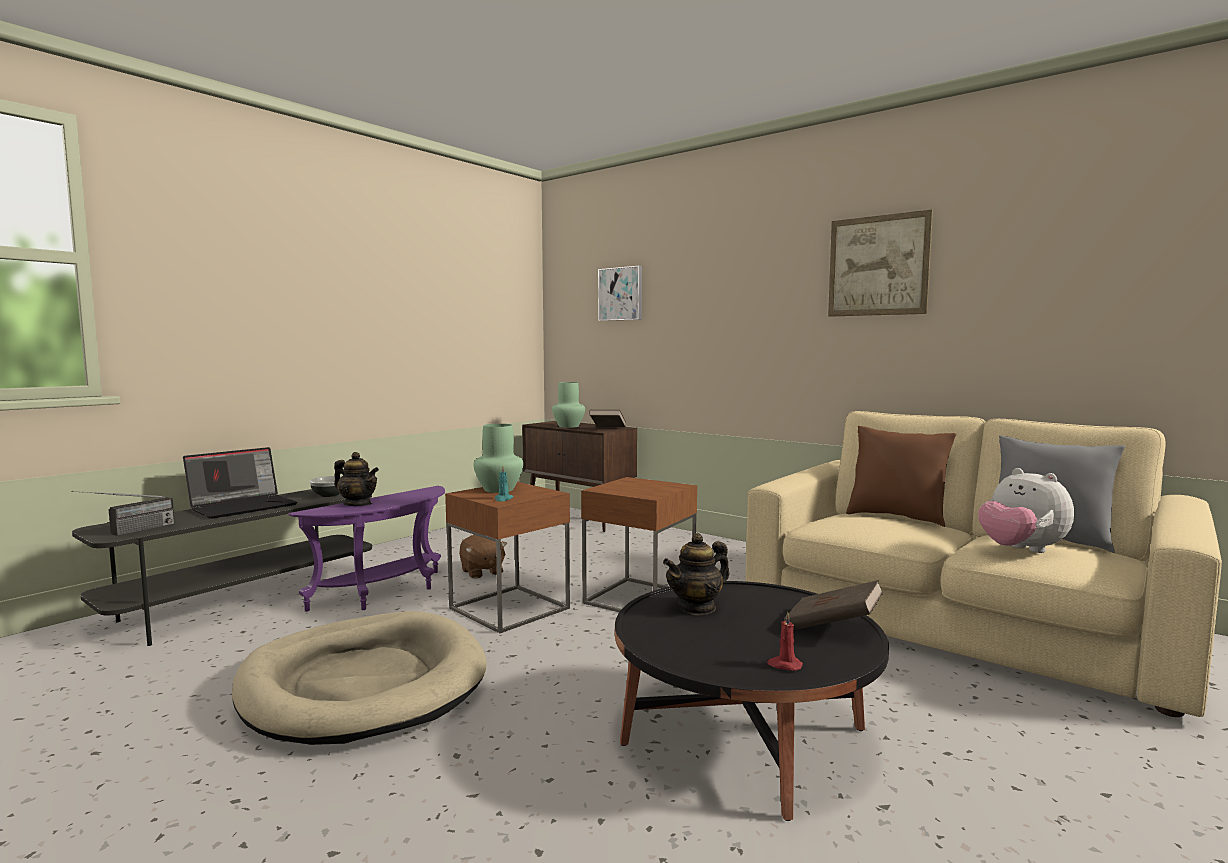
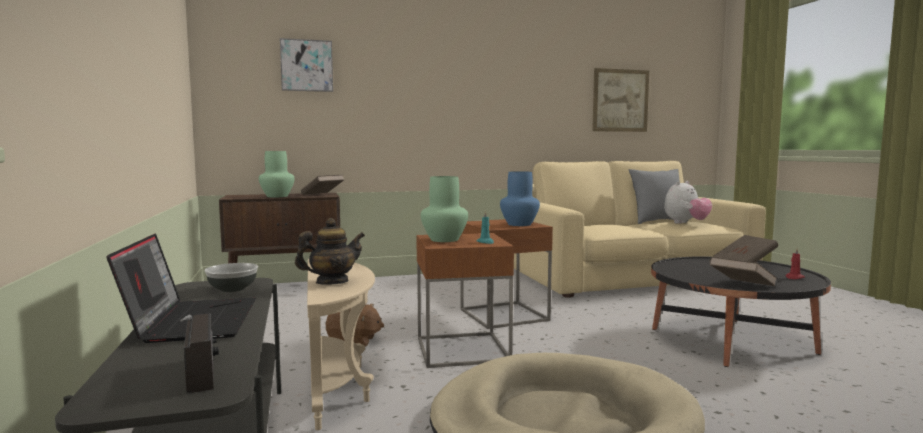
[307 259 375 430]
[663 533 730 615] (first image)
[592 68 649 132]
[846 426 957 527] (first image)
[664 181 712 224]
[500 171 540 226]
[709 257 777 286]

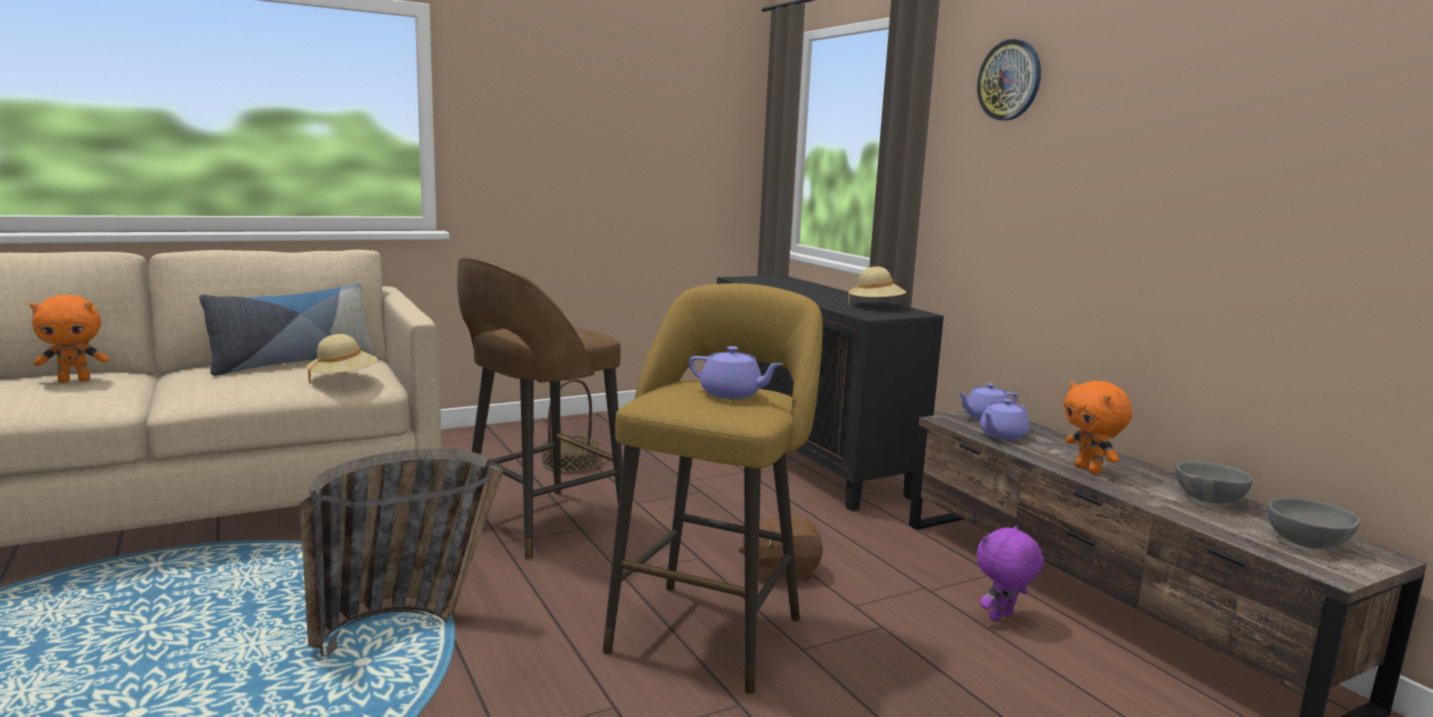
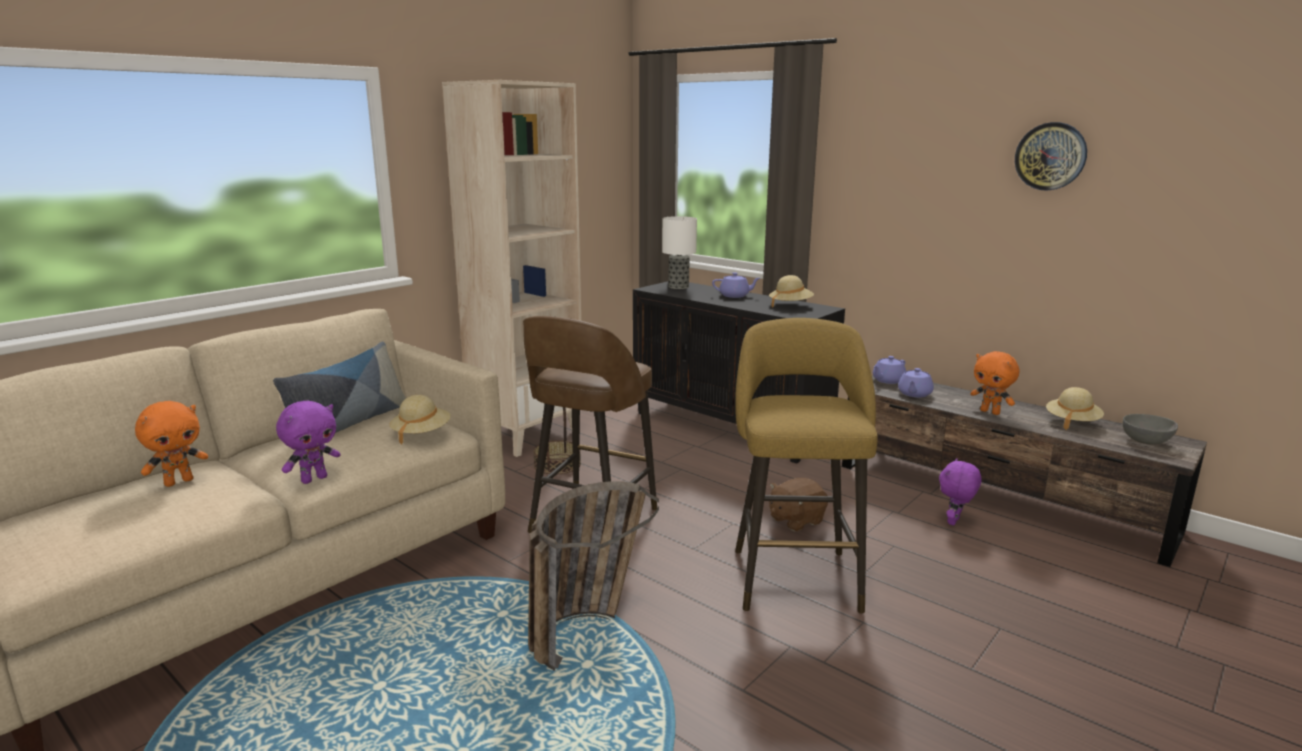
[712 272 760 298]
[1015 122 1087 191]
[1046 387 1104 430]
[276 400 340 484]
[442 80 581 457]
[662 216 697 289]

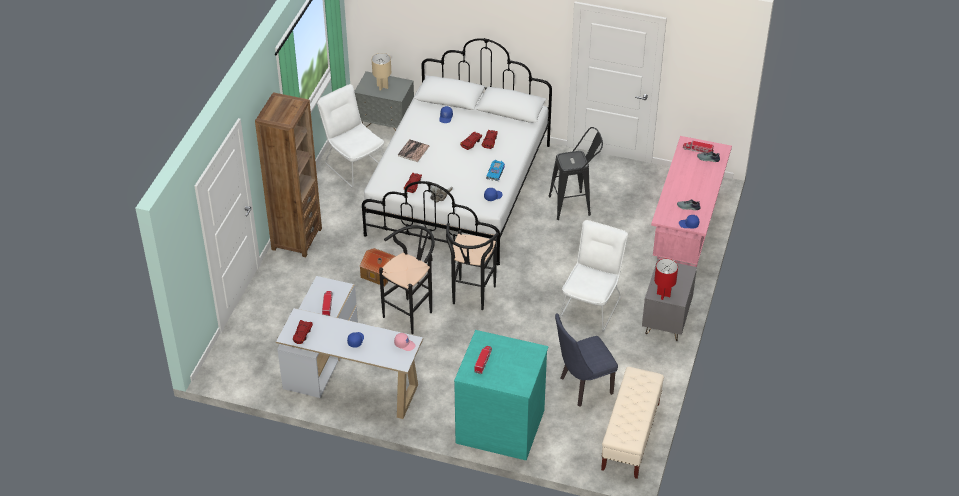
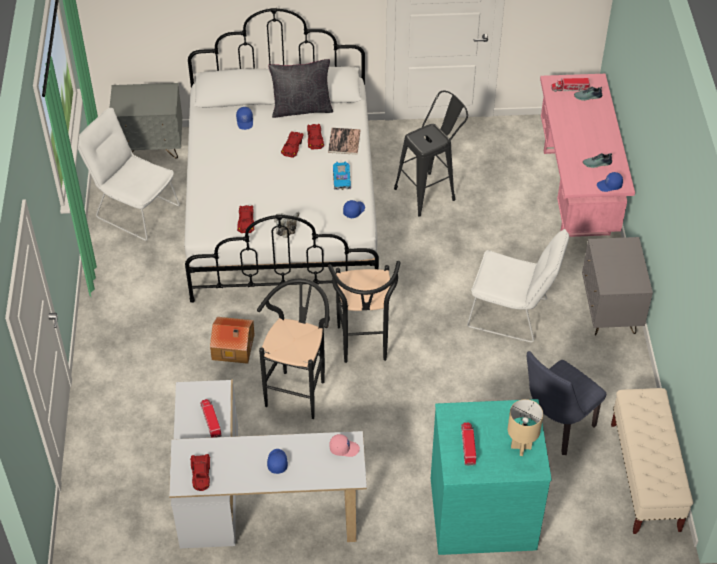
[255 92 322 257] (first image)
[508 399 543 456]
[328 128 361 155]
[467 229 569 343]
[654 259 678 300] (first image)
[268 59 333 118]

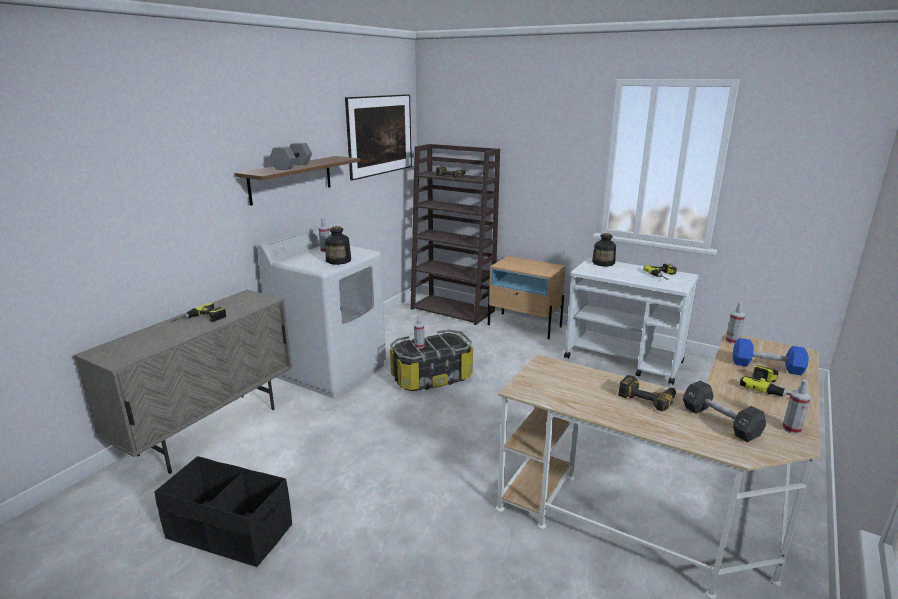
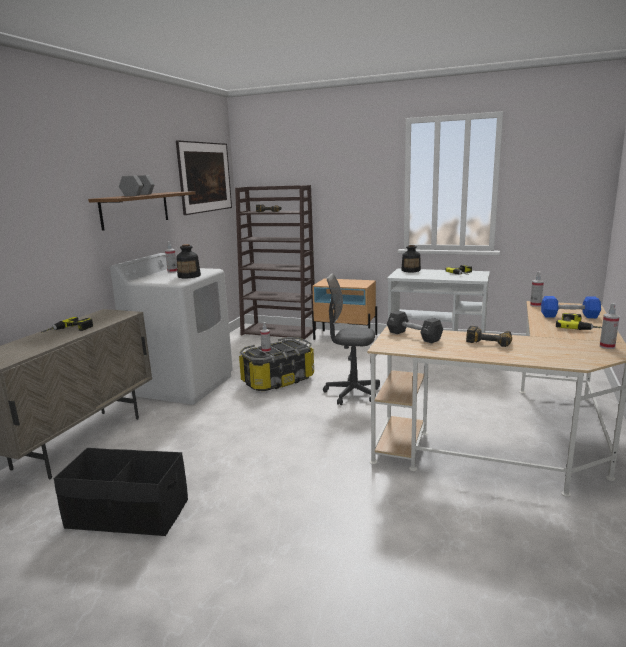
[387 311 443 343]
[323 274 380 405]

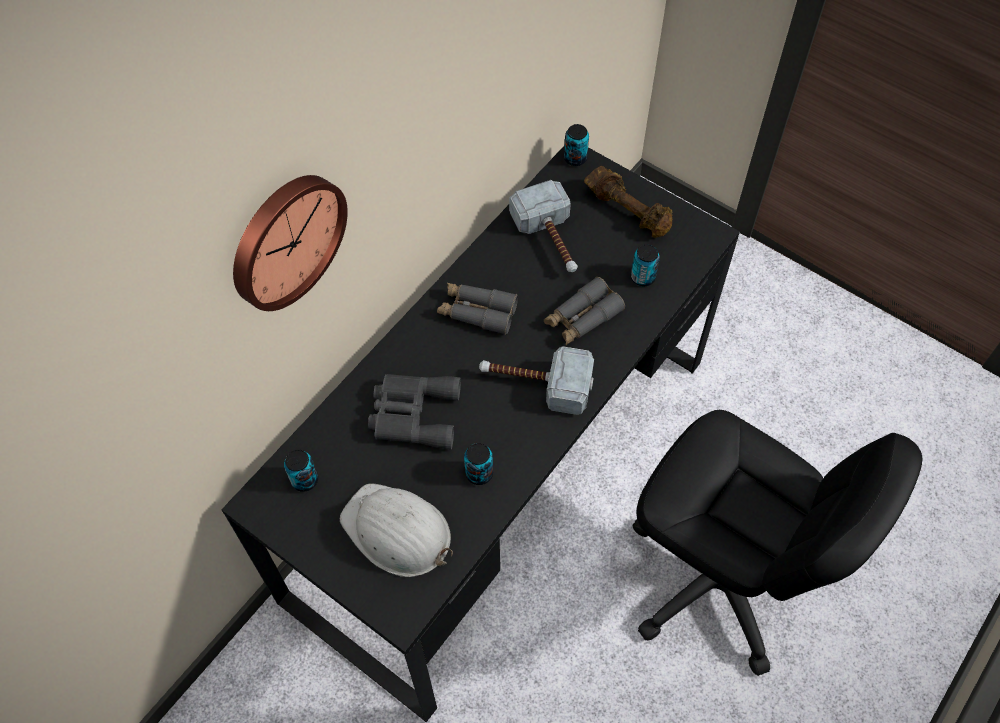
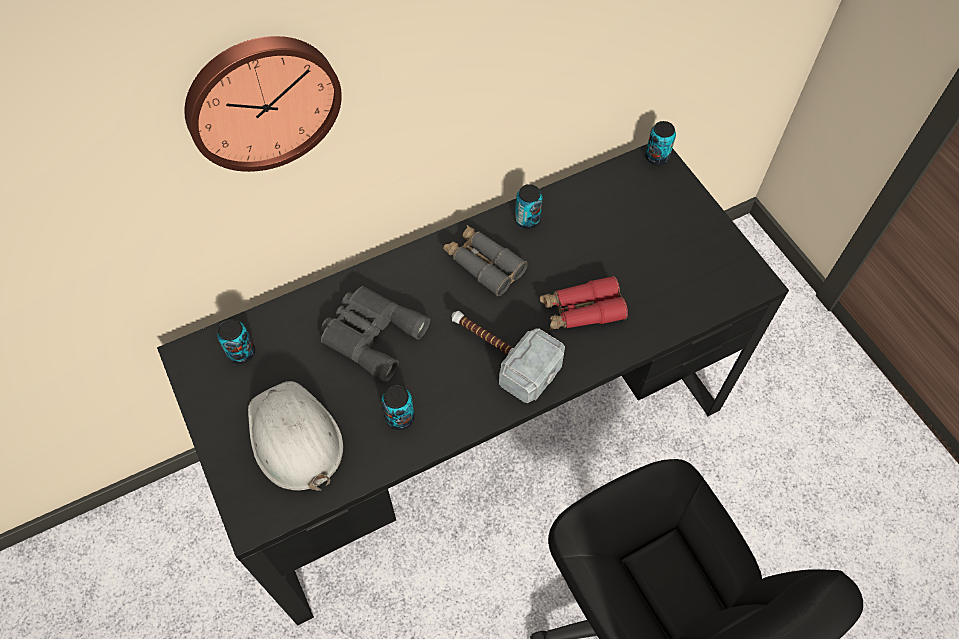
[509 180 578 272] (first image)
[540 276 628 330]
[584 166 673 238] (first image)
[515 184 543 229]

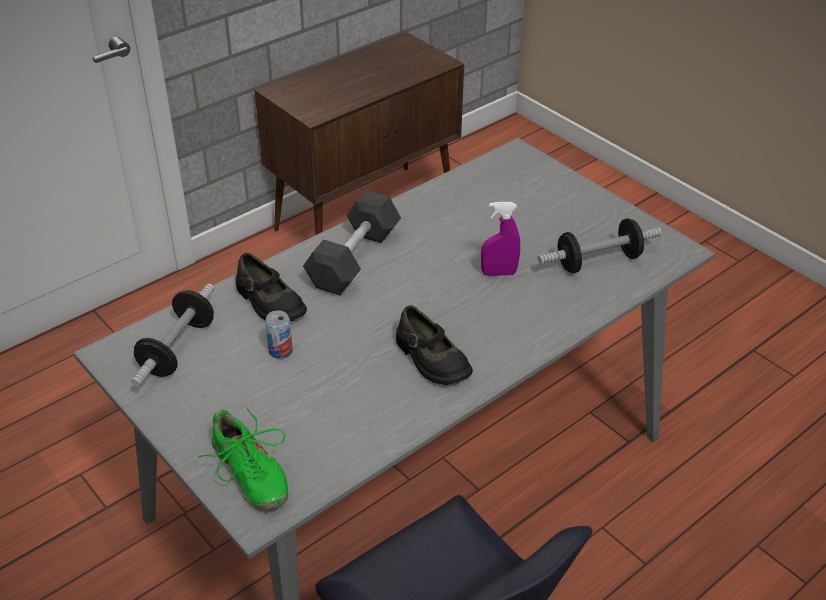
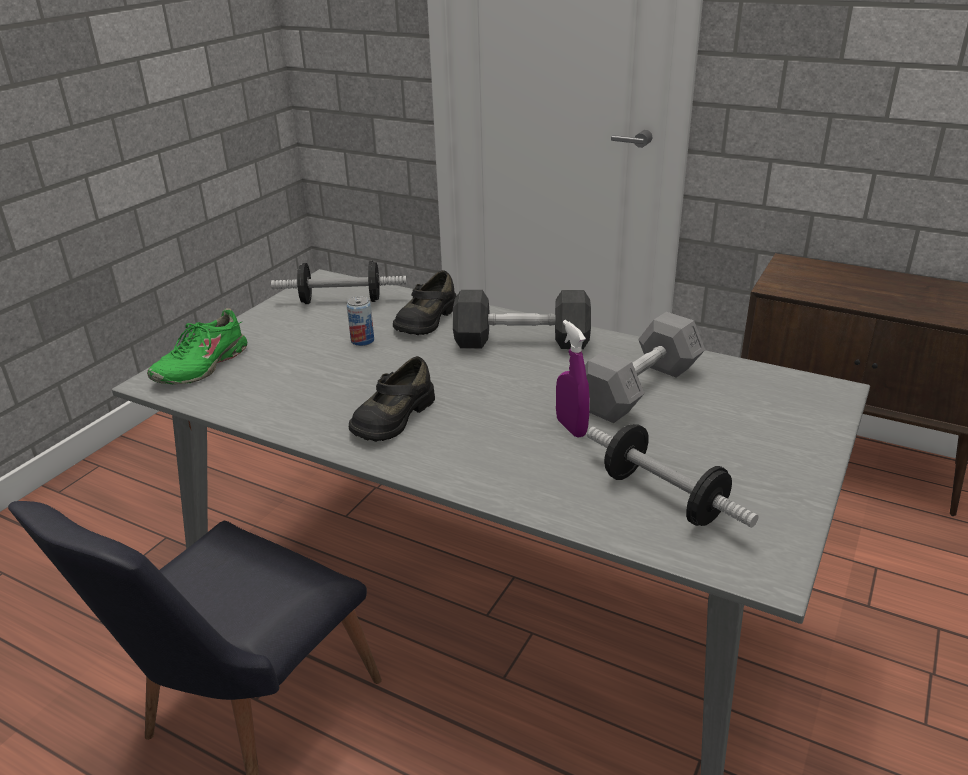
[585 312 705 423]

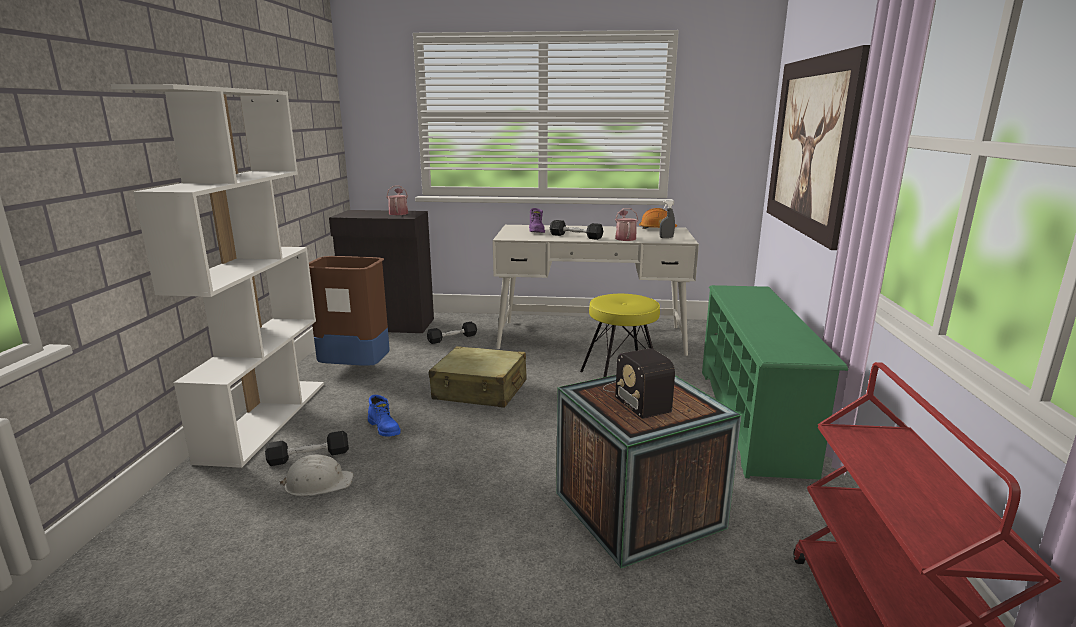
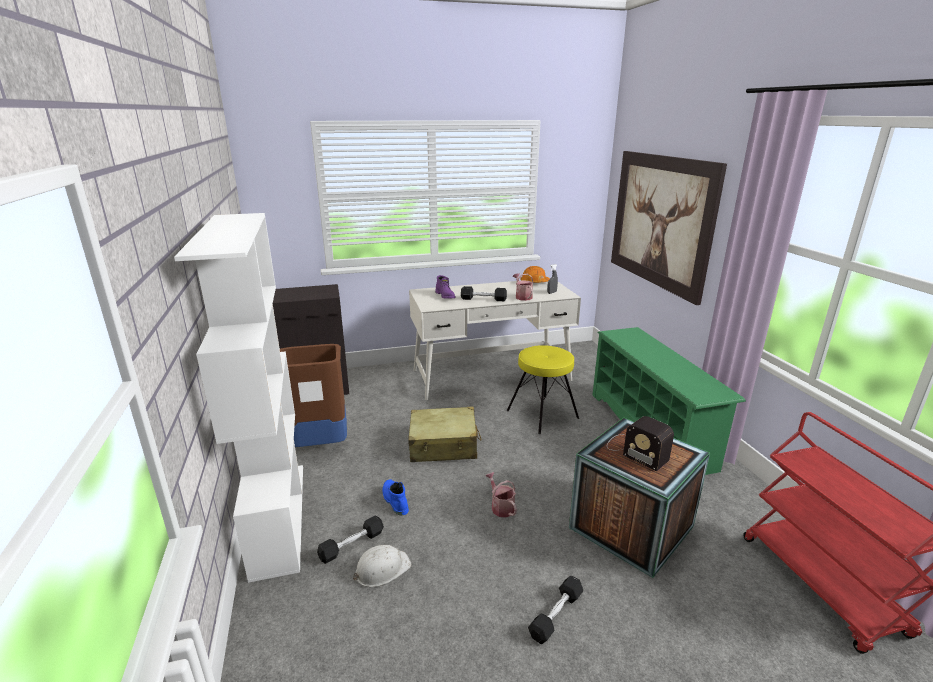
[382 479 409 515]
[485 472 517 518]
[528 576 583 644]

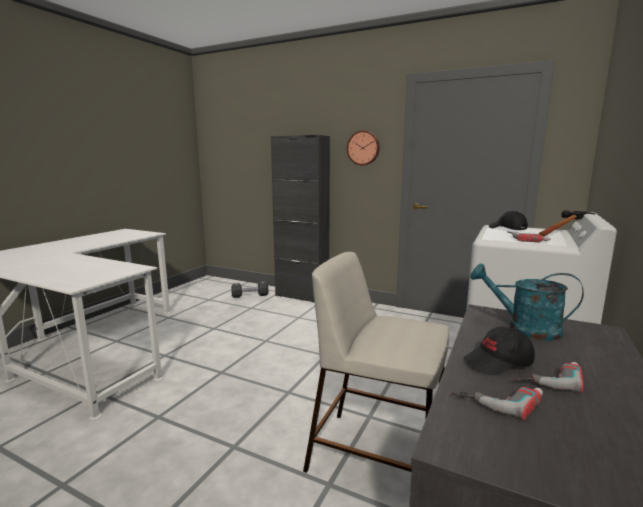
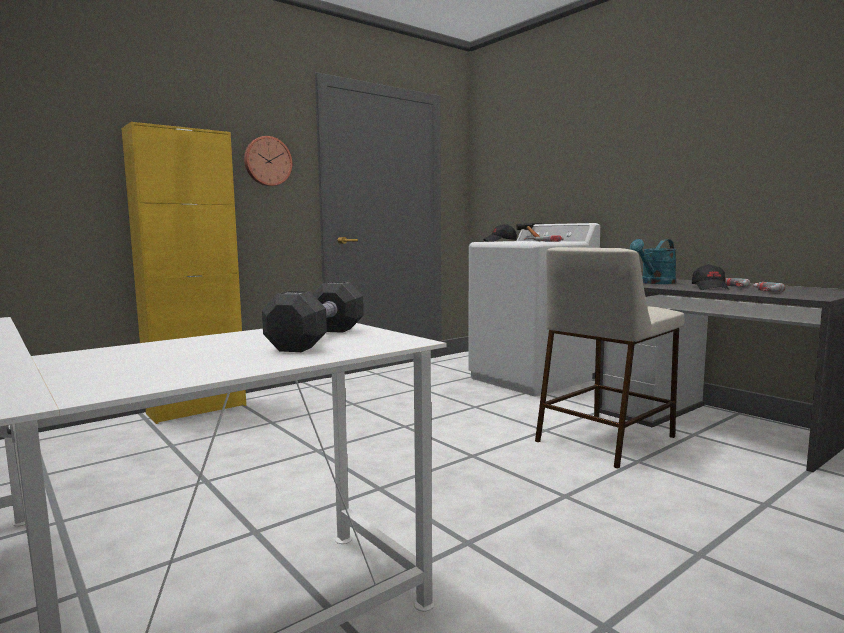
[262 282 363 352]
[122 122 246 424]

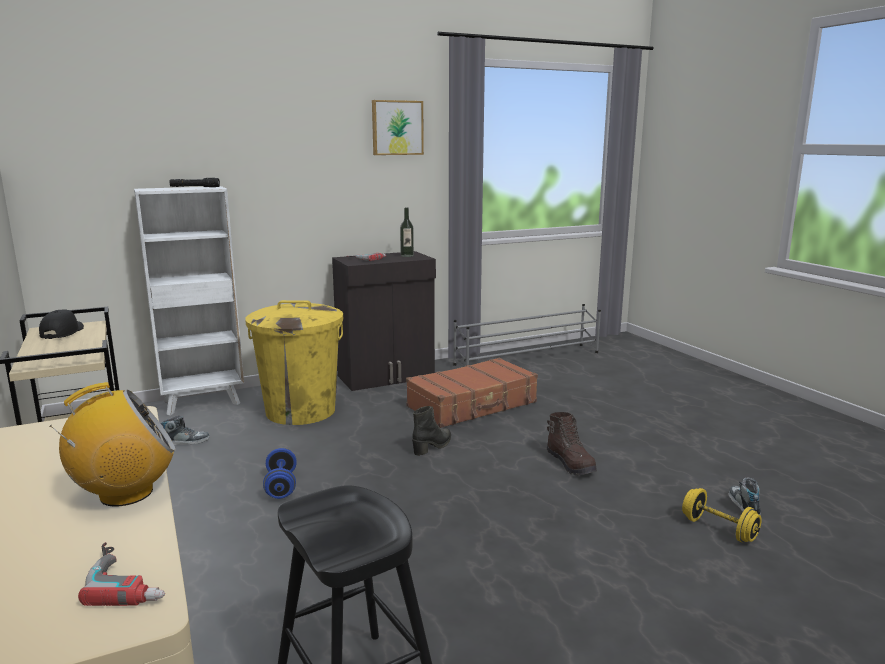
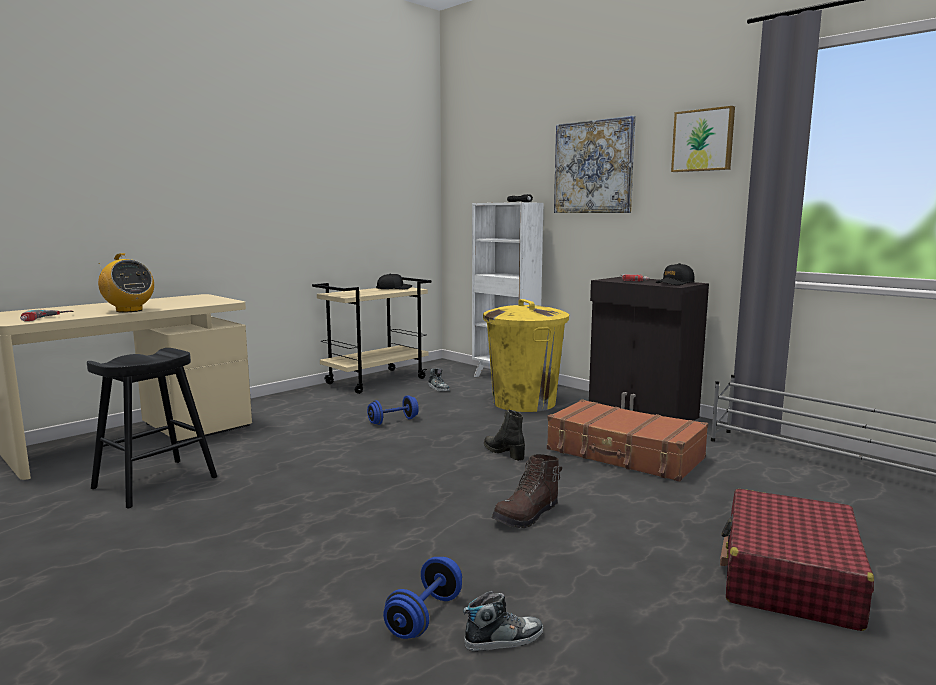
[656 263 695 285]
[484 410 525 461]
[383 557 462 639]
[554 116 636 213]
[720 489 874 631]

